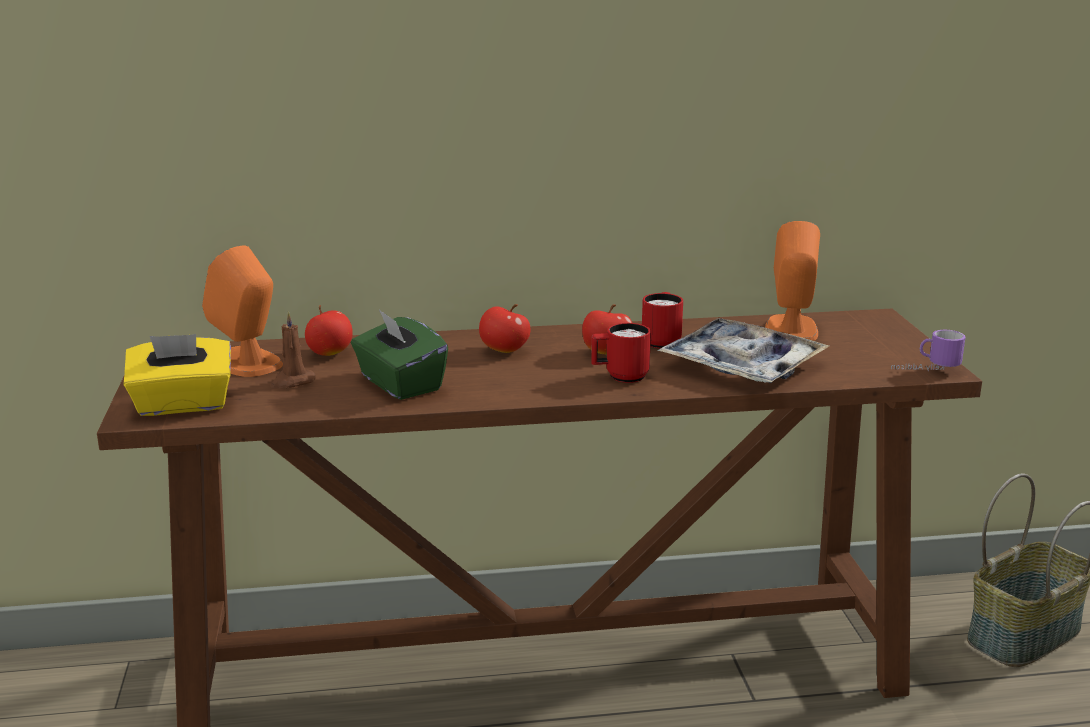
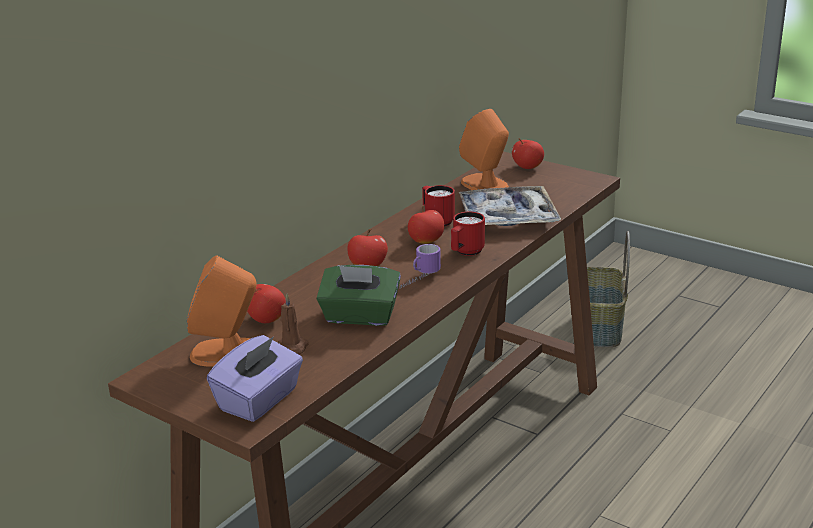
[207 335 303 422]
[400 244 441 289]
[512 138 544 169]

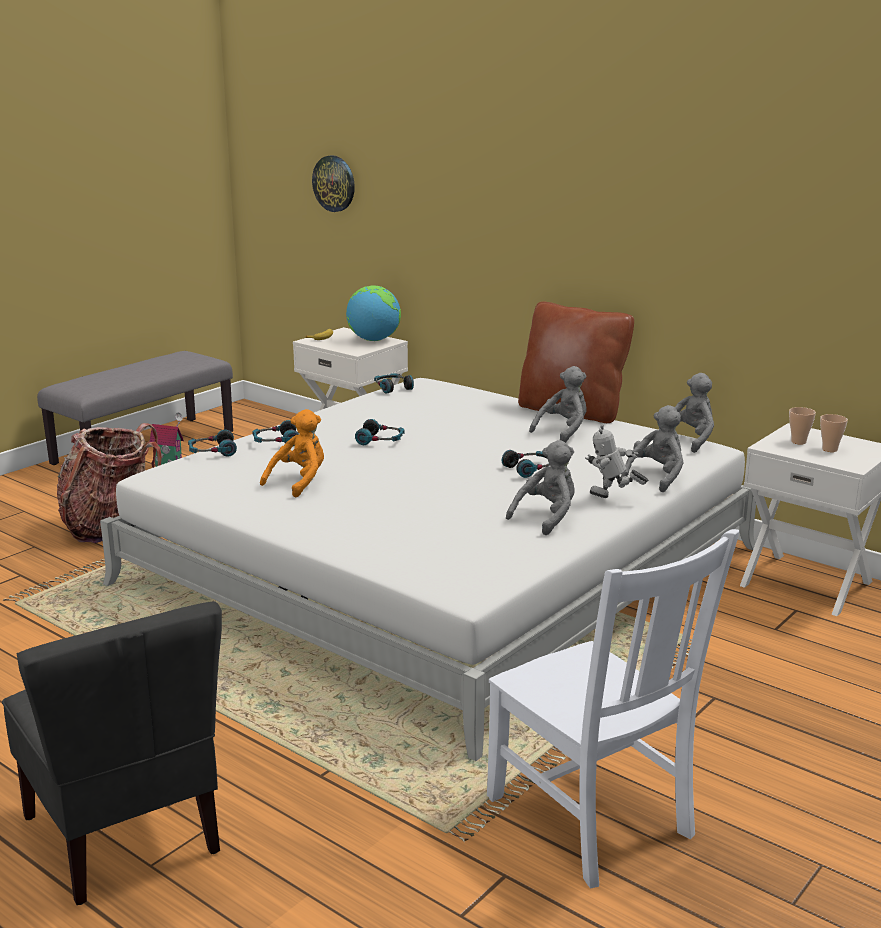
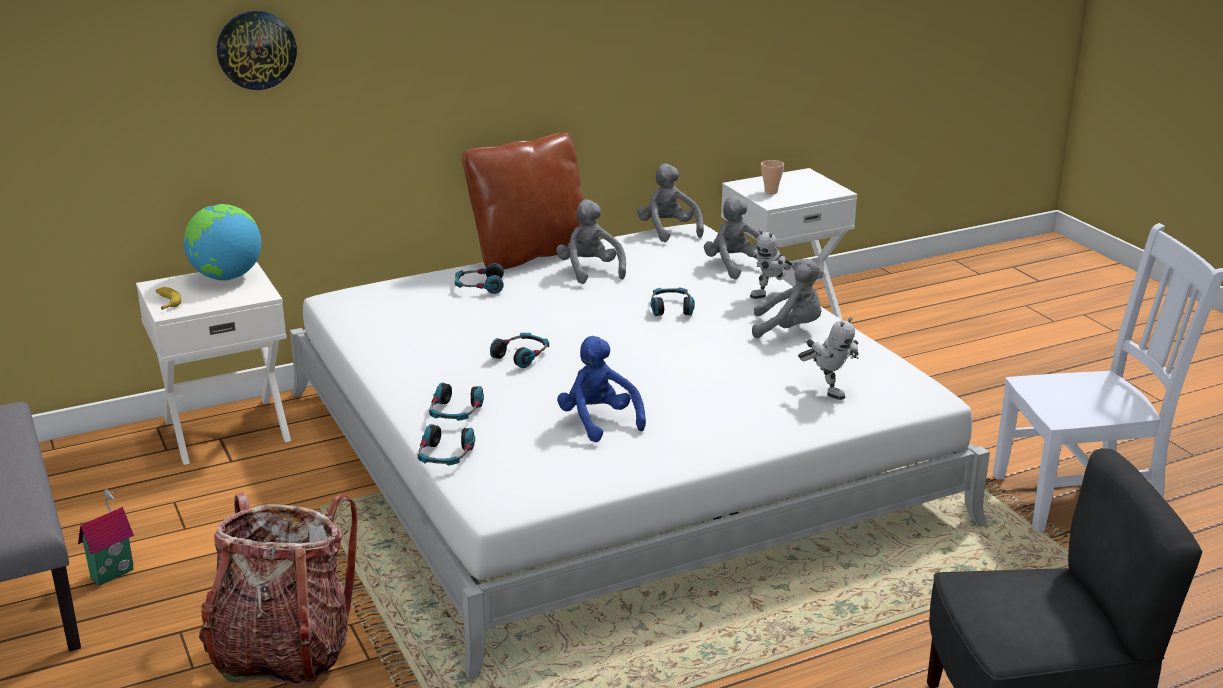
[557 336 646 442]
[217 11 297 90]
[455 263 504 294]
[752 259 824 338]
[820 414 848 452] (first image)
[798 317 859 400]

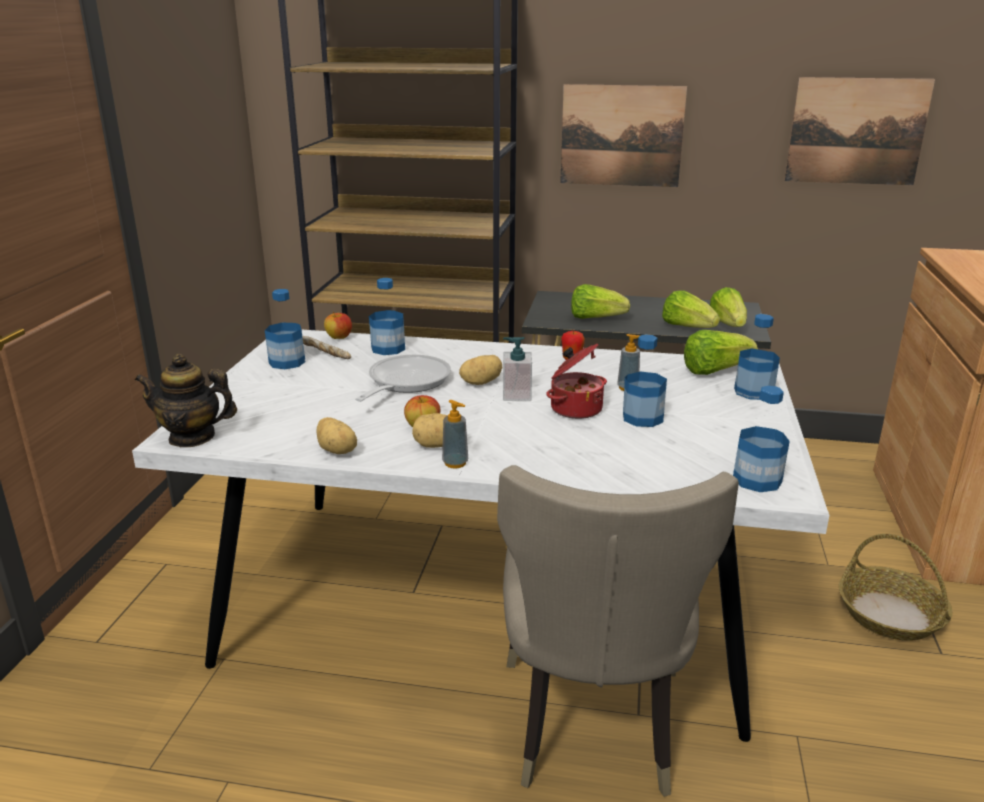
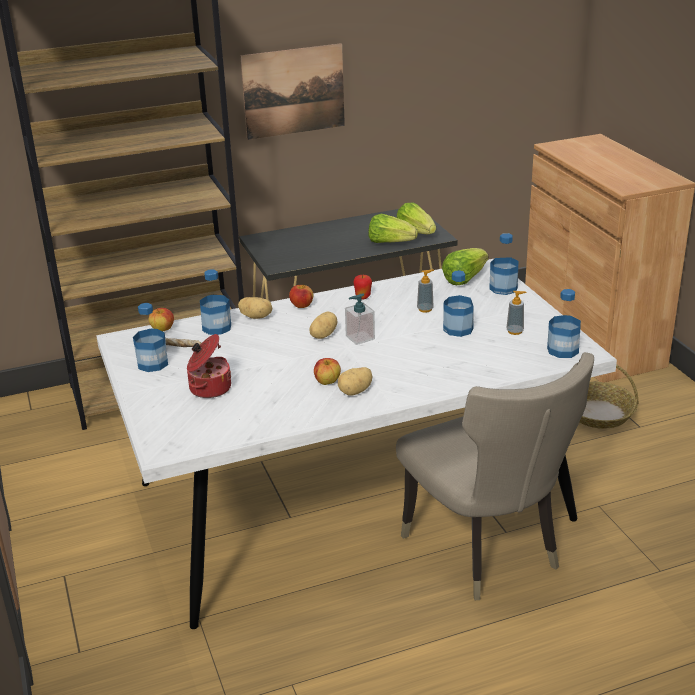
[135 354 237 447] (first image)
[238 297 272 319]
[355 355 451 402] (first image)
[506 291 527 335]
[187 334 231 398]
[571 284 630 319] (first image)
[784 77 935 185] (first image)
[289 284 313 308]

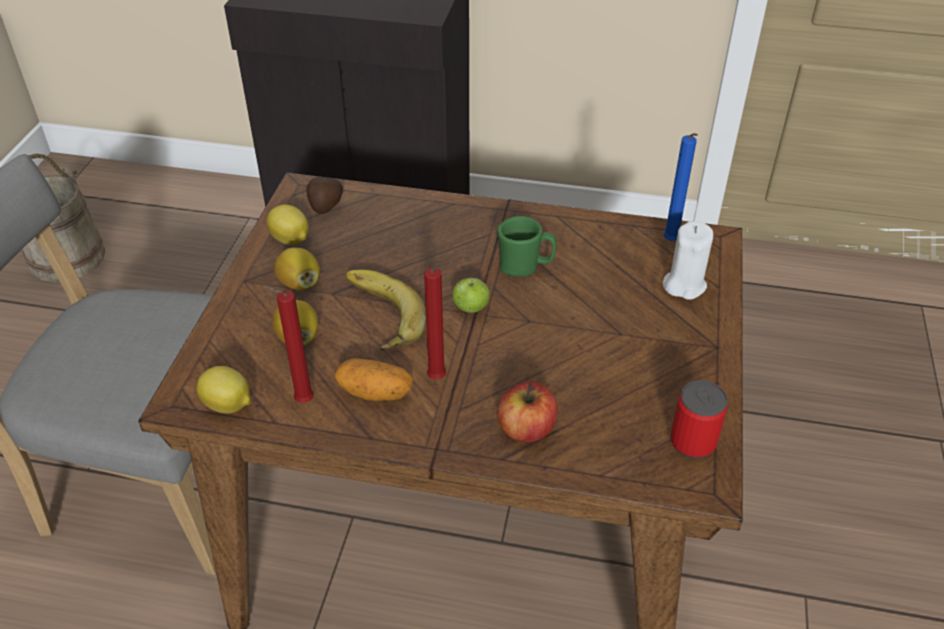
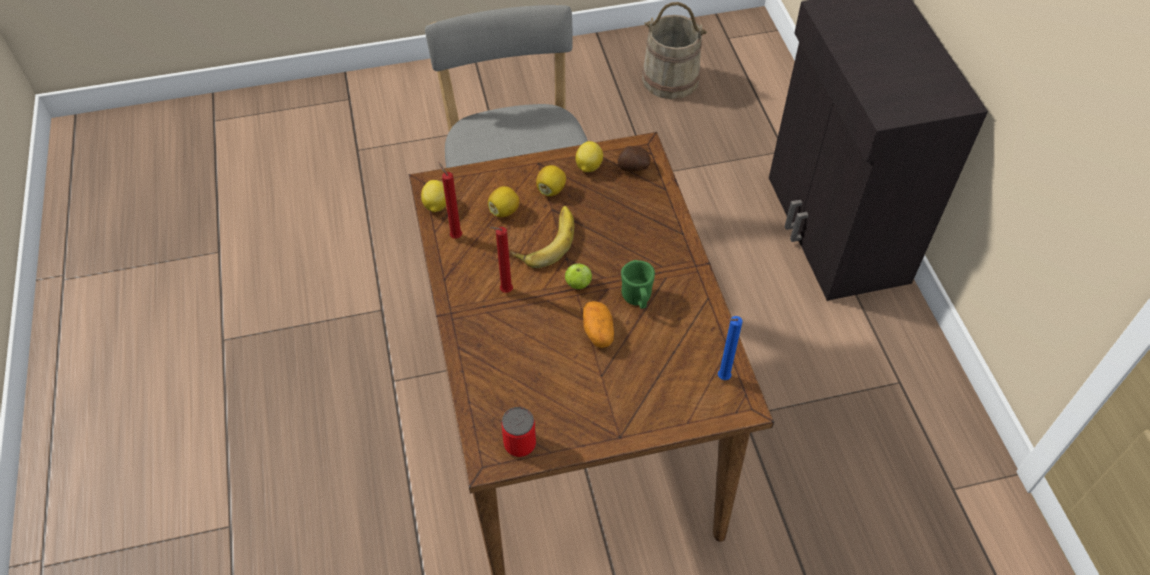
[583 301 614 348]
[497 382 558 442] (first image)
[663 221 713 300] (first image)

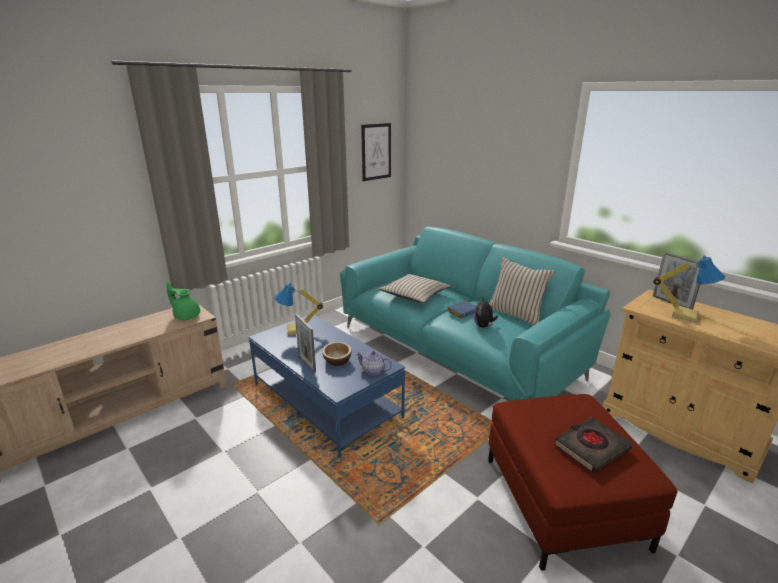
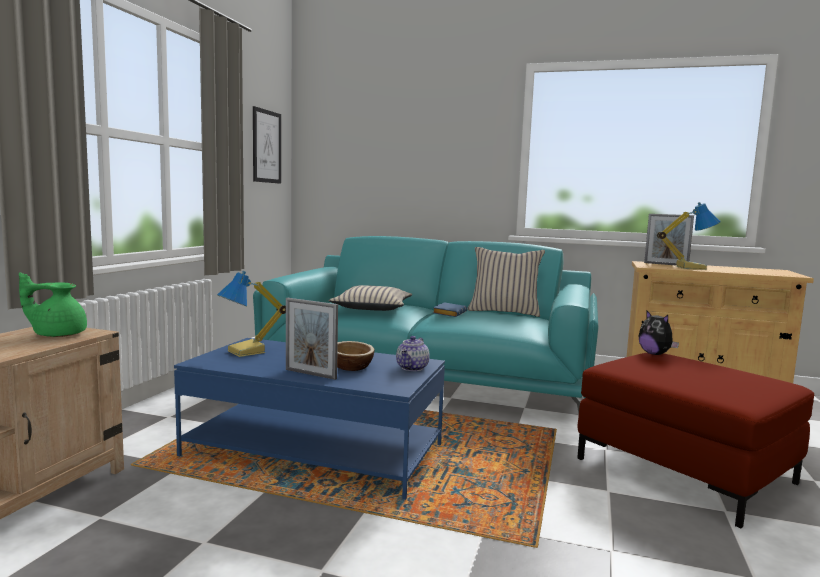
[396 336 430 371]
[638 311 679 355]
[554 417 633 473] (first image)

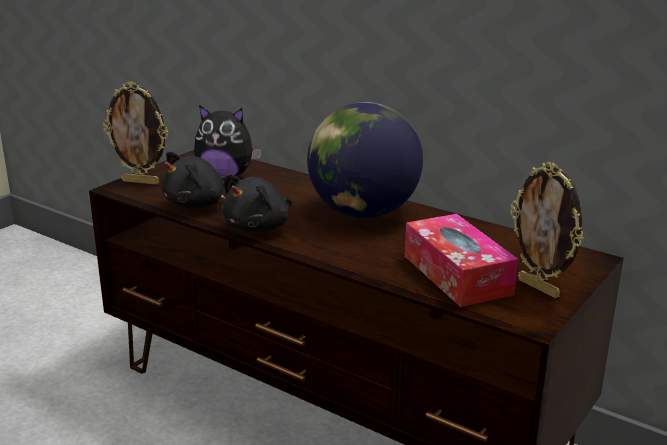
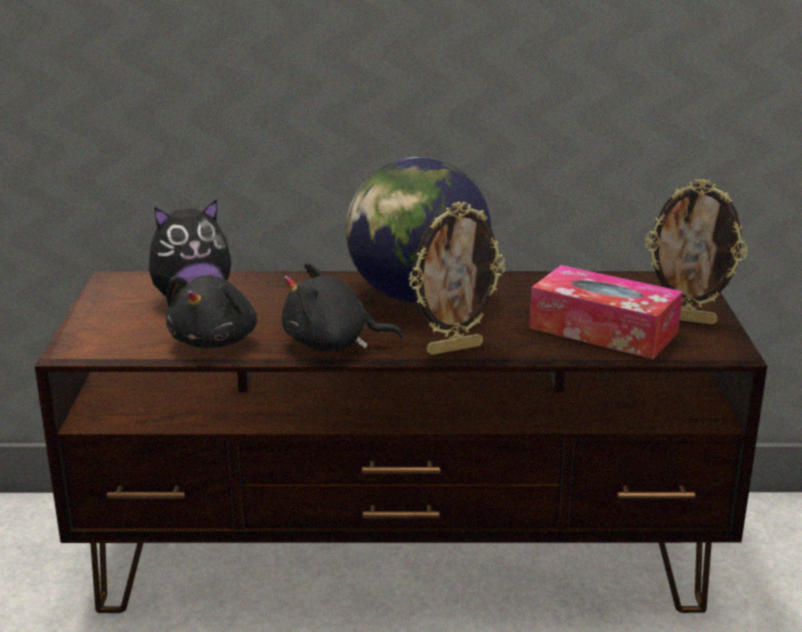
[408 201 505 355]
[282 263 403 352]

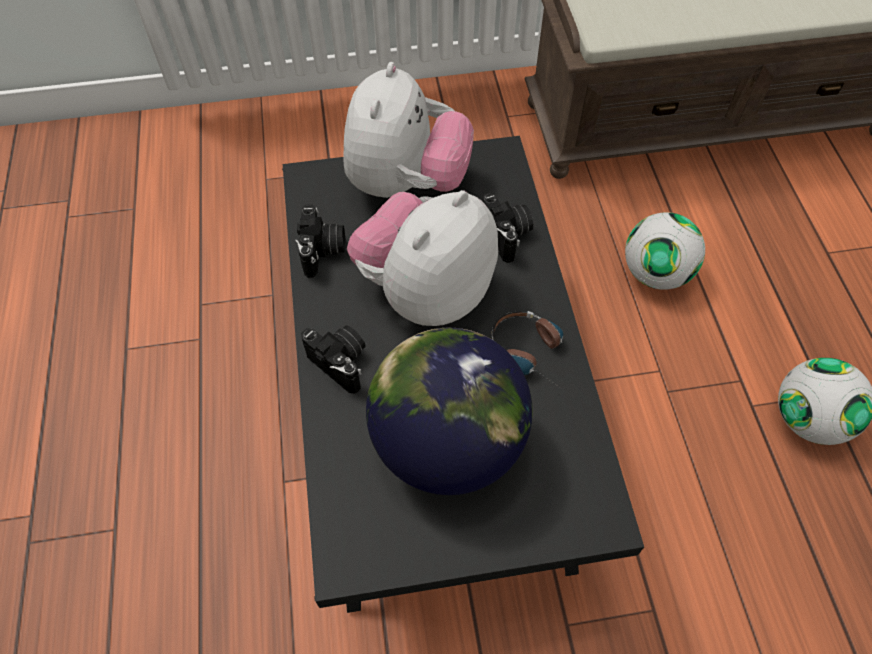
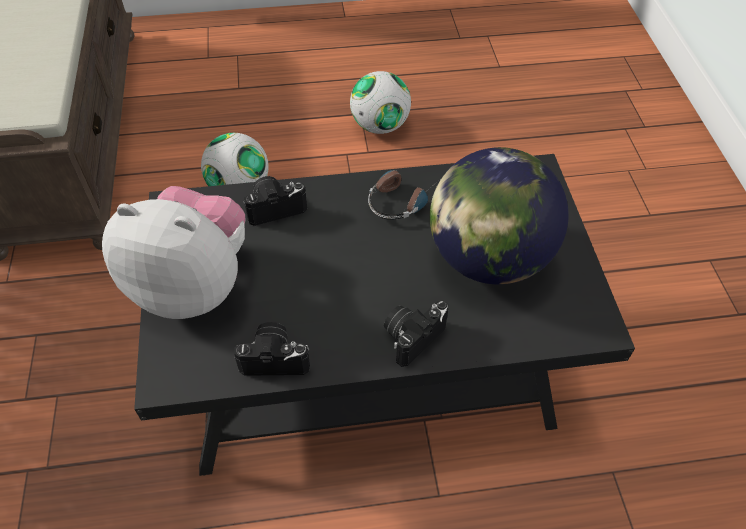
[347 190 498 326] (first image)

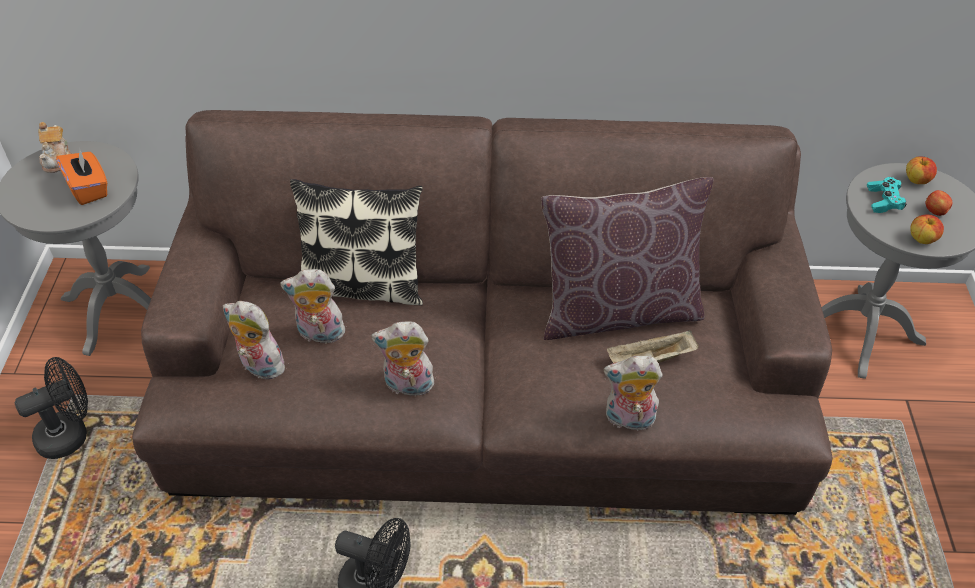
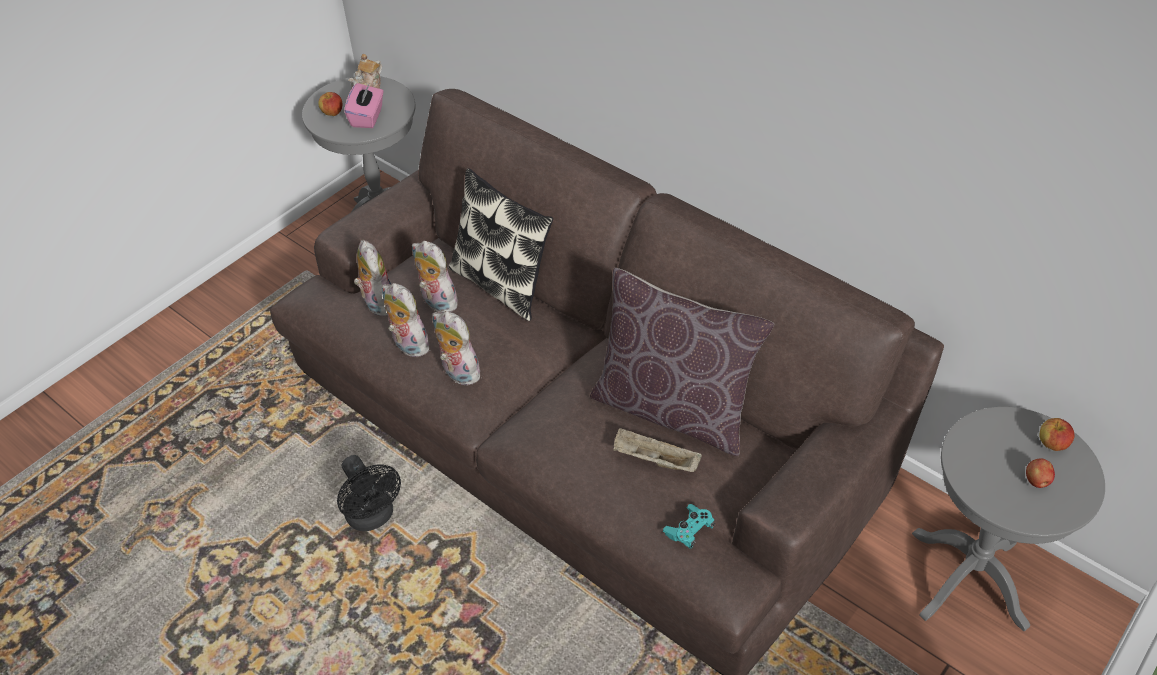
[15 357 88 459] (first image)
[344 83 384 128]
[382 283 434 357]
[663 504 715 549]
[318 92 343 116]

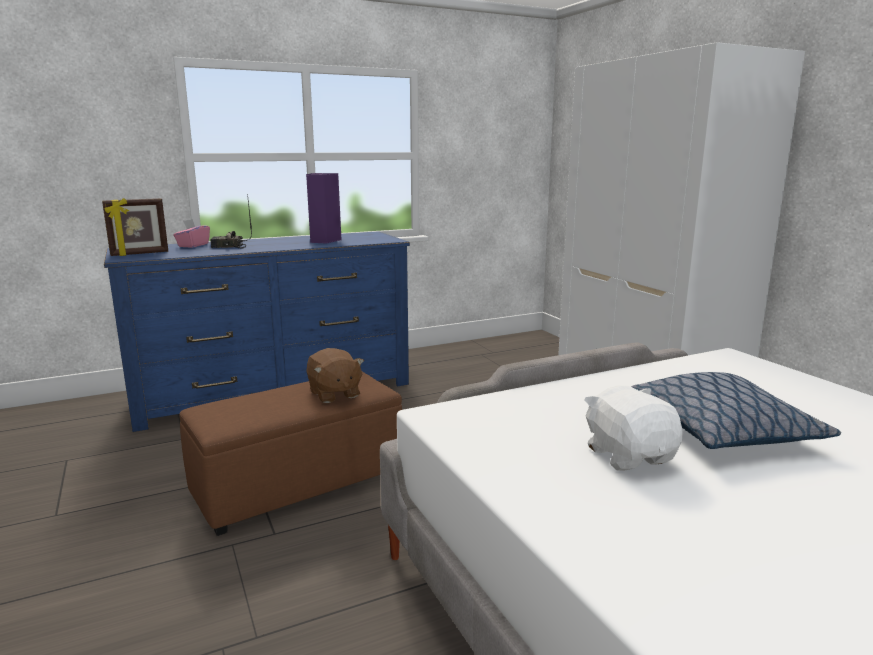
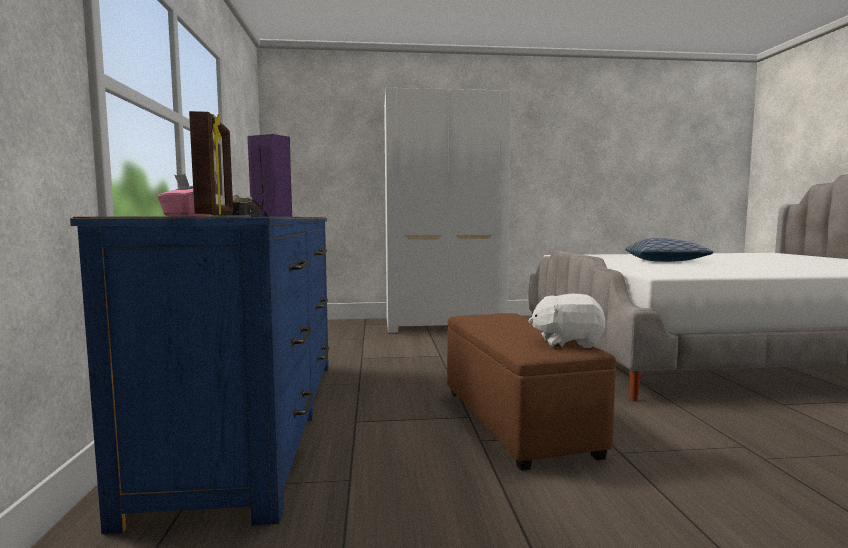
[306 348 364 403] (first image)
[528 294 605 348]

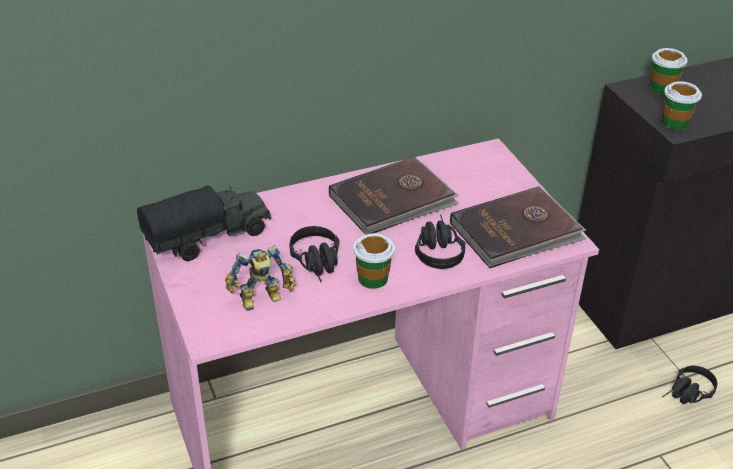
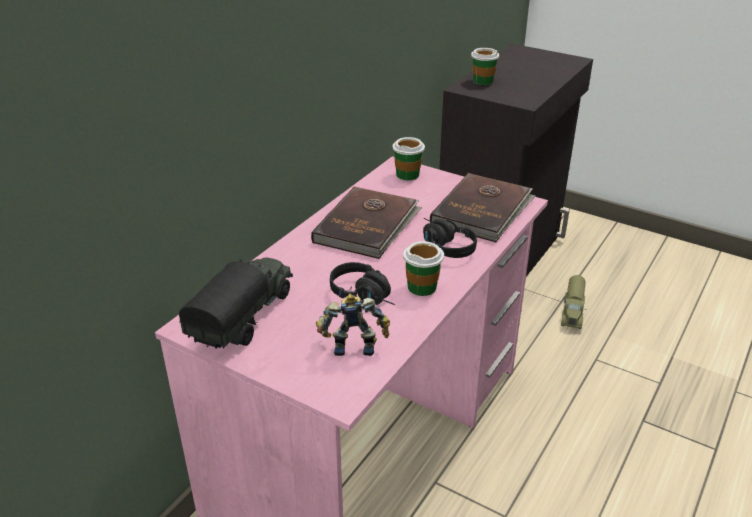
[316 294 390 356]
[392 137 425 180]
[561 275 586 329]

